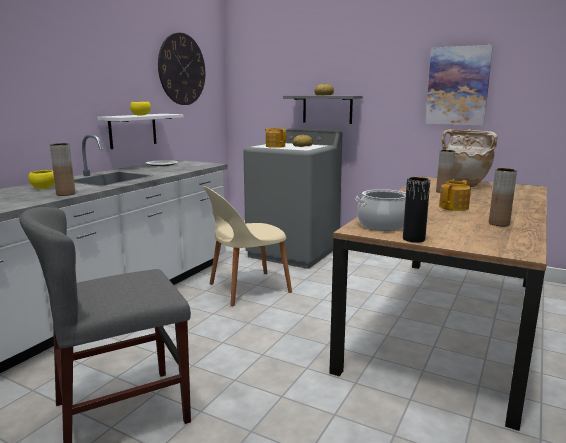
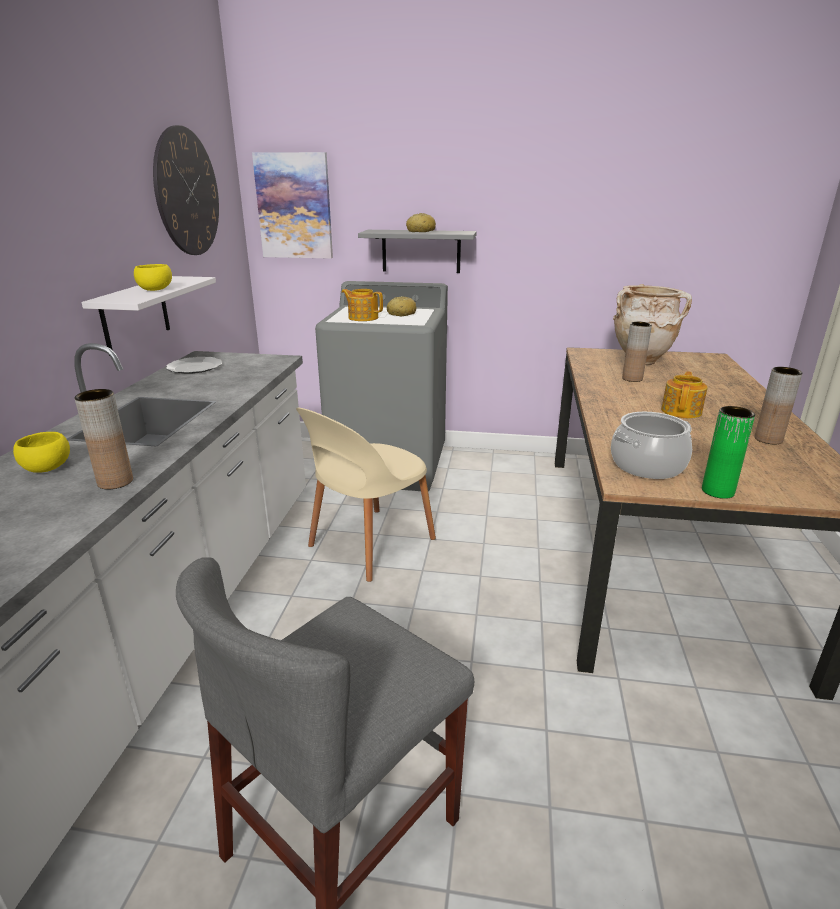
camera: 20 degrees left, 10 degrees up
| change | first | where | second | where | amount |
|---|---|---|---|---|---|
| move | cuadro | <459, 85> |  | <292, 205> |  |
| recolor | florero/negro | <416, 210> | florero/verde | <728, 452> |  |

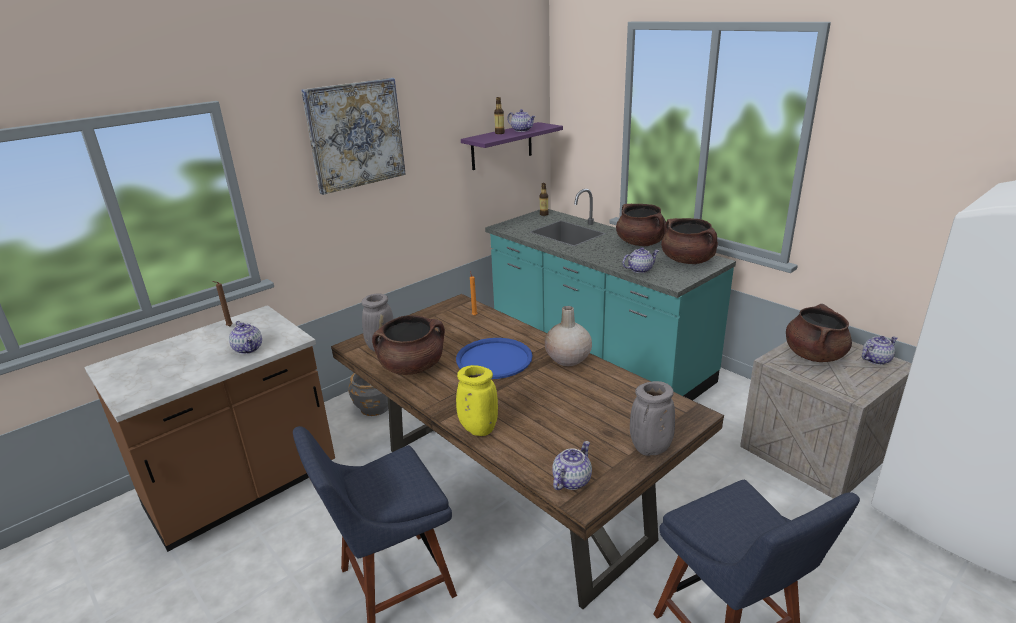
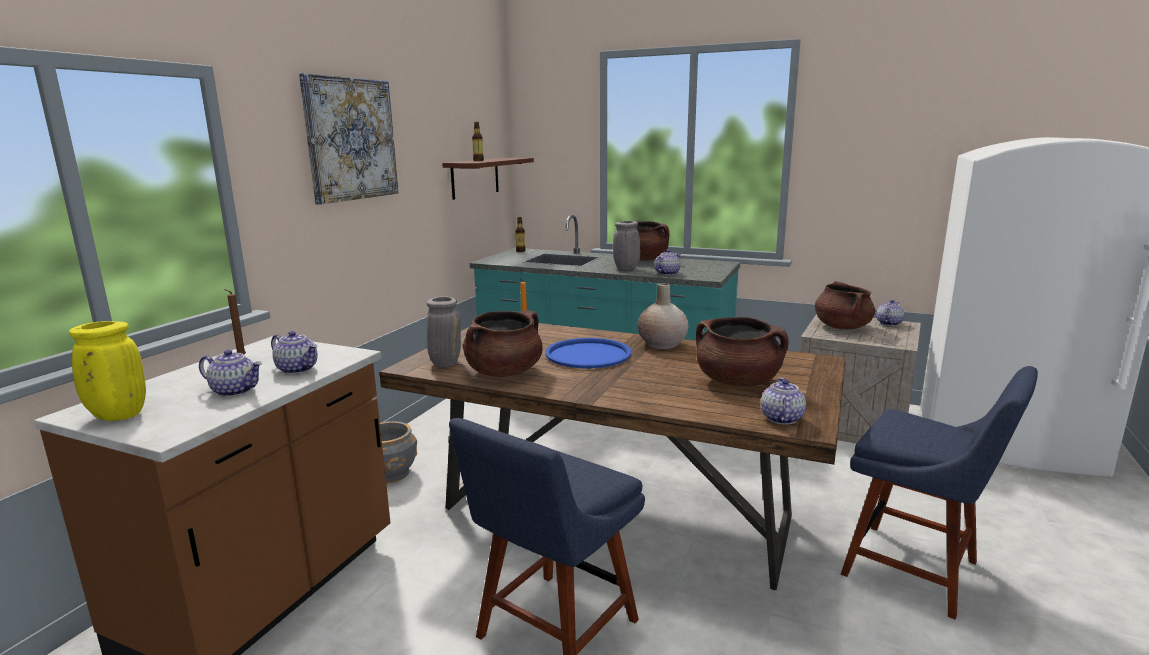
camera: 25 degrees left, 10 degrees down
| change | first | where | second | where | amount |
|---|---|---|---|---|---|
| move | florero/amarillo | <477, 400> |  | <107, 371> |  |
| move | tetera | <521, 120> |  | <230, 373> |  |
| recolor | estante/morado | <512, 146> | estante/marrón | <488, 179> |  |
| move | florero/gris | <652, 418> |  | <626, 245> |  |
| move | olla/marrón | <689, 241> |  | <742, 351> |  |

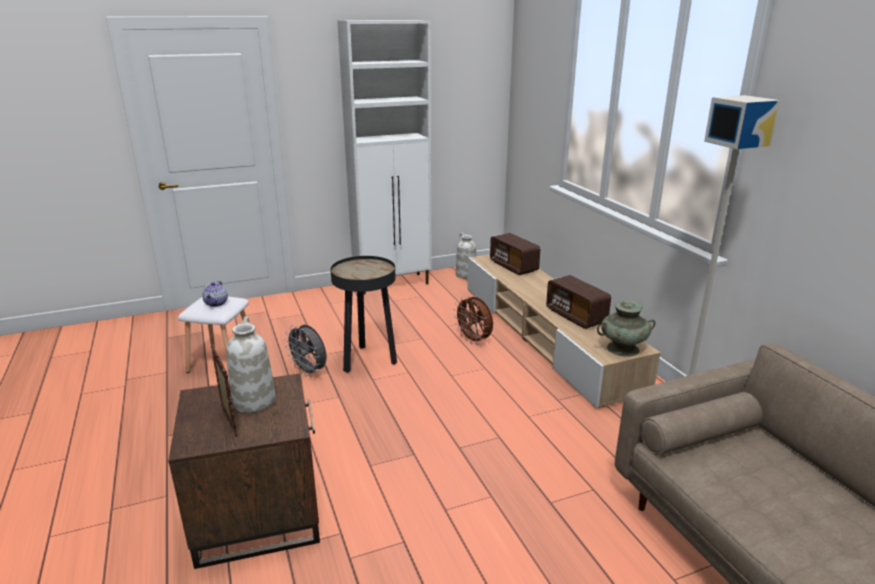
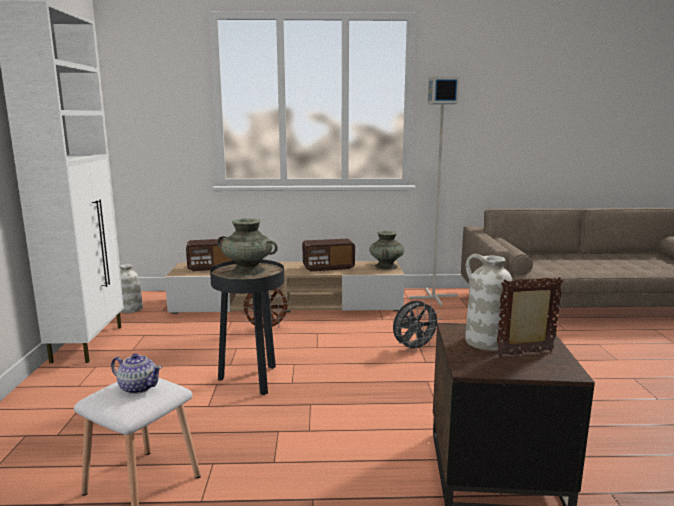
camera: 70 degrees left, 10 degrees down
| change | first | where | second | where | amount |
|---|---|---|---|---|---|
| insert |  |  | florero/turquesa | <247, 246> |  |
| move | ventilador/gris | <305, 351> |  | <417, 326> |  |

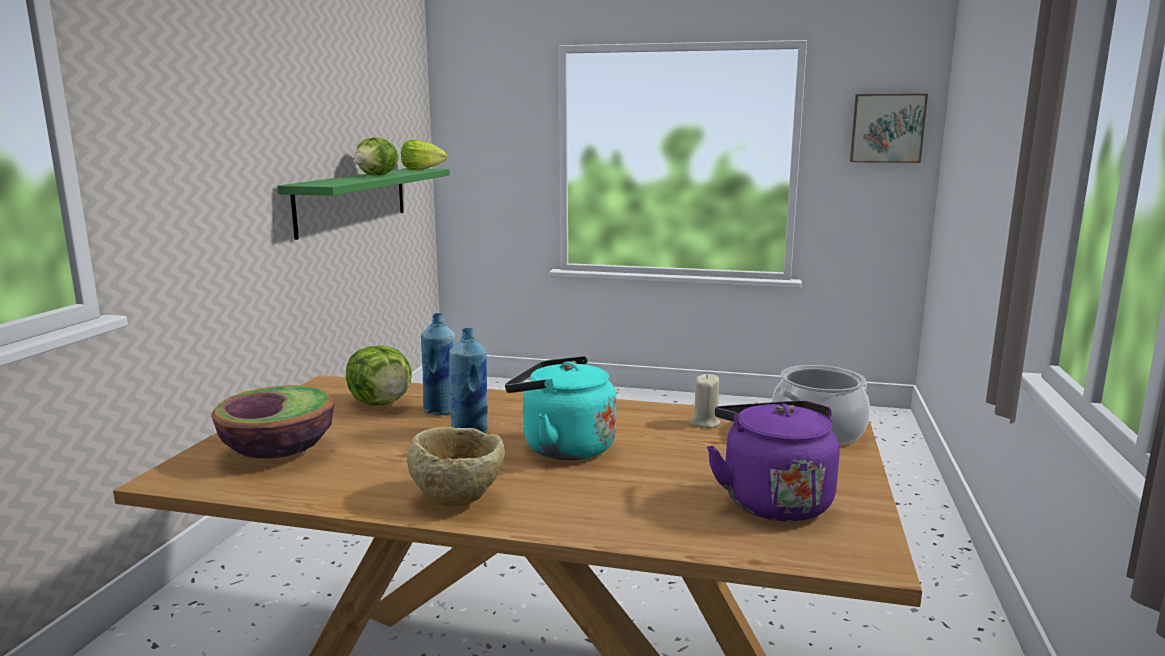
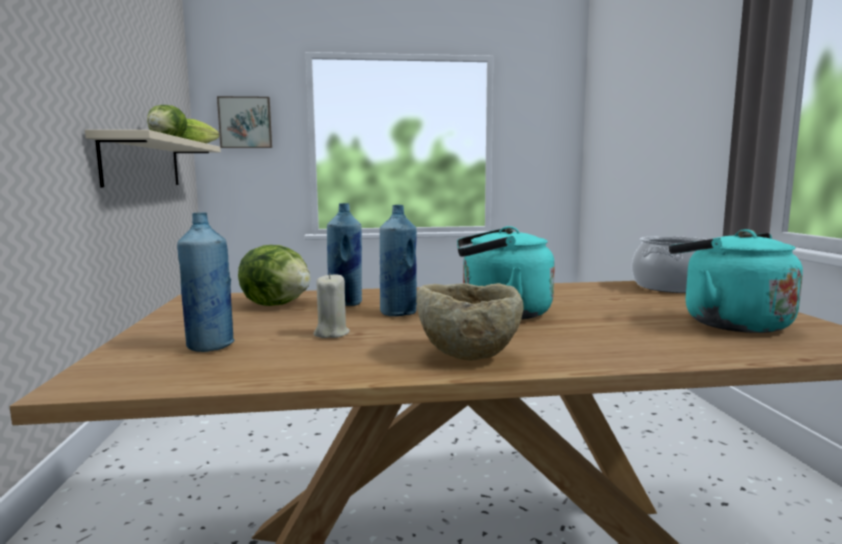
camera: 20 degrees left, 5 degrees down
| change | first | where | second | where | amount |
|---|---|---|---|---|---|
| recolor | estante/verde | <363, 204> | estante/beis | <153, 158> |  |
| replace | cuenco | <273, 422> | botella/azul | <206, 282> |  |
| move | cuadro | <889, 128> |  | <244, 122> |  |
| move | vela/beis | <705, 401> |  | <332, 305> |  |
| recolor | hervidor/morado | <773, 461> | hervidor/turquesa | <736, 281> |  |

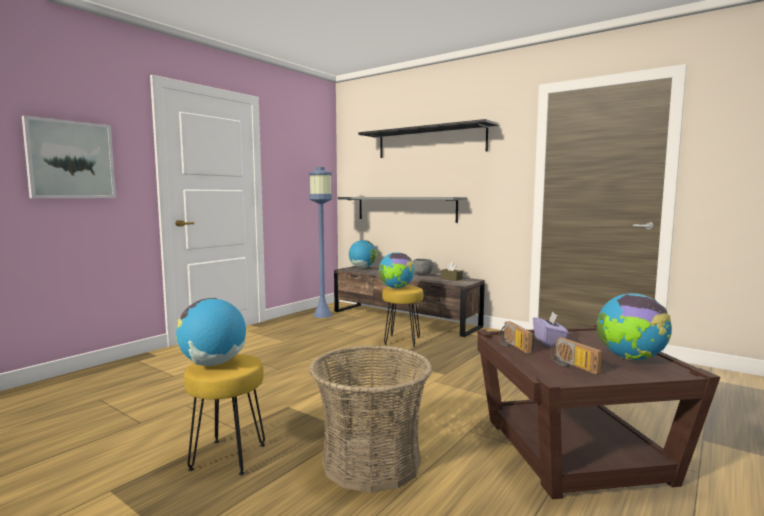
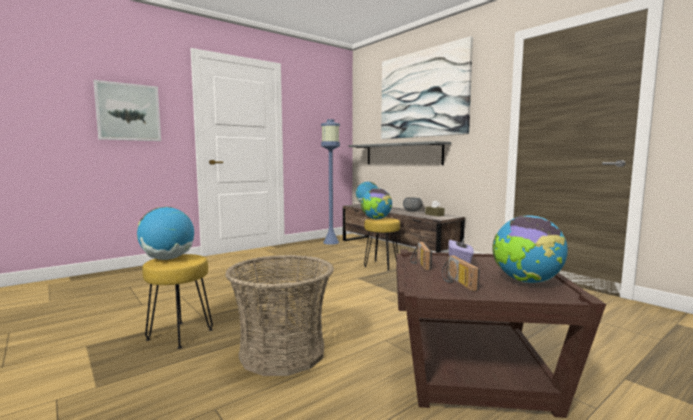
camera: 15 degrees right, 0 degrees up
| change | first | where | second | where | amount |
|---|---|---|---|---|---|
| replace | estante/negro | <428, 138> | cuadro | <427, 87> |  |

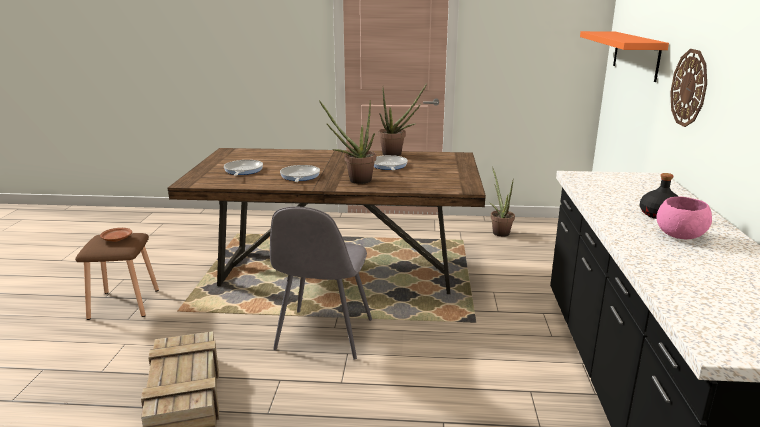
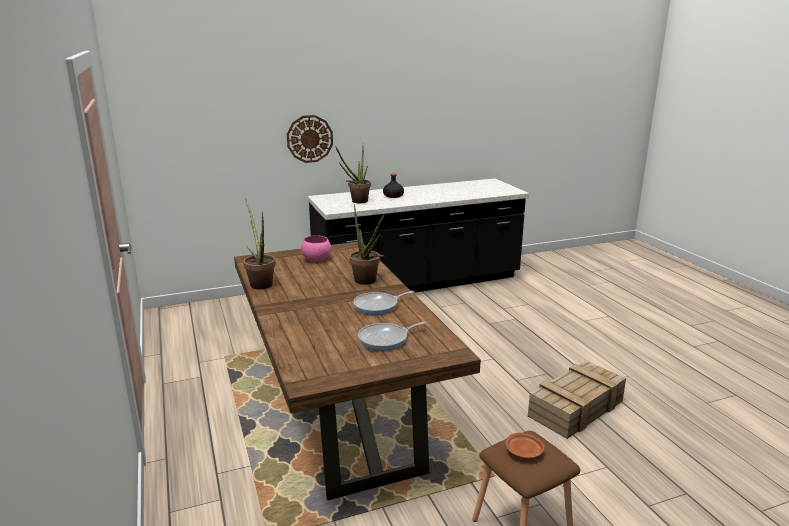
camera: 115 degrees left, 0 degrees up
| change | first | where | second | where | amount |
|---|---|---|---|---|---|
| move | cuenco/rosa | <684, 218> |  | <316, 248> |  |
| move | planta en maceta | <502, 202> |  | <353, 174> |  |
| delete | silla/gris | <321, 283> |  |  |  |
| delete | sartén | <391, 163> |  |  |  |
| delete | estante/naranja | <624, 56> |  |  |  |

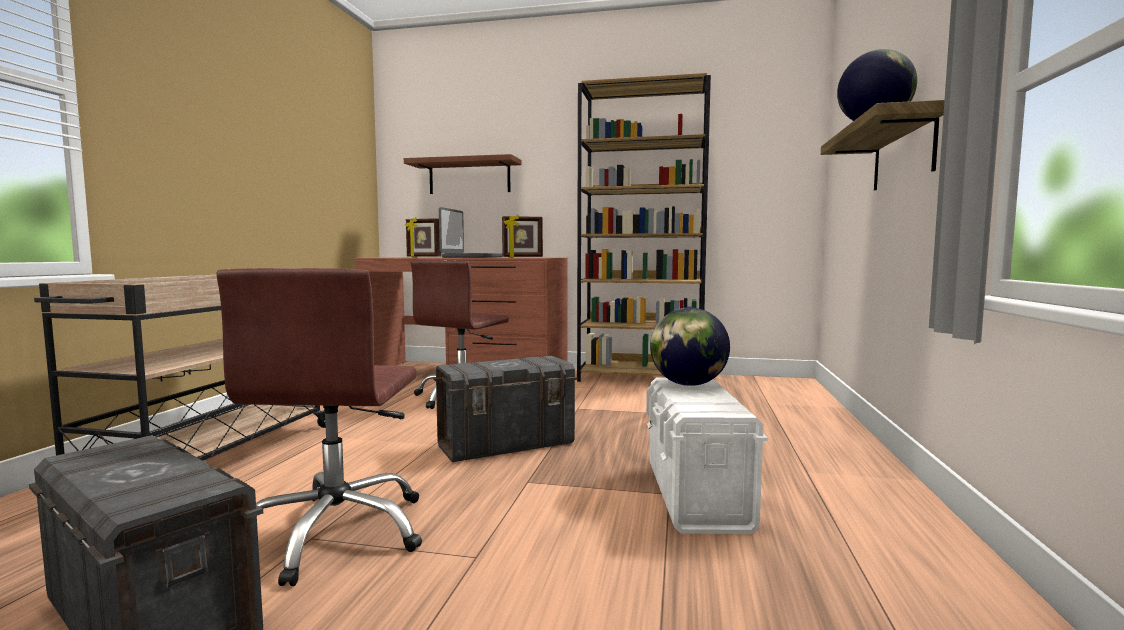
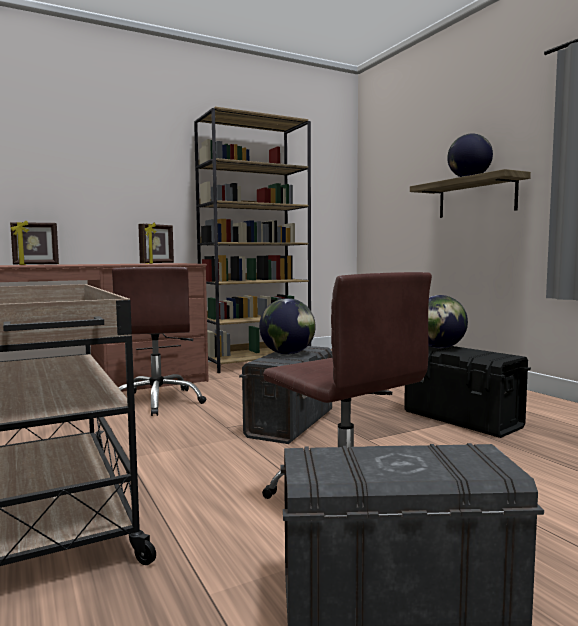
camera: 40 degrees left, 0 degrees up
| change | first | where | second | where | amount |
|---|---|---|---|---|---|
| insert |  |  | globo terráqueo | <287, 326> |  |
| recolor | caja de almacenaje/blanco | <707, 455> | caja de almacenaje/negro | <467, 392> |  |
| delete | estante/marrón | <462, 174> |  |  |  |
| delete | portátil | <471, 232> |  |  |  |

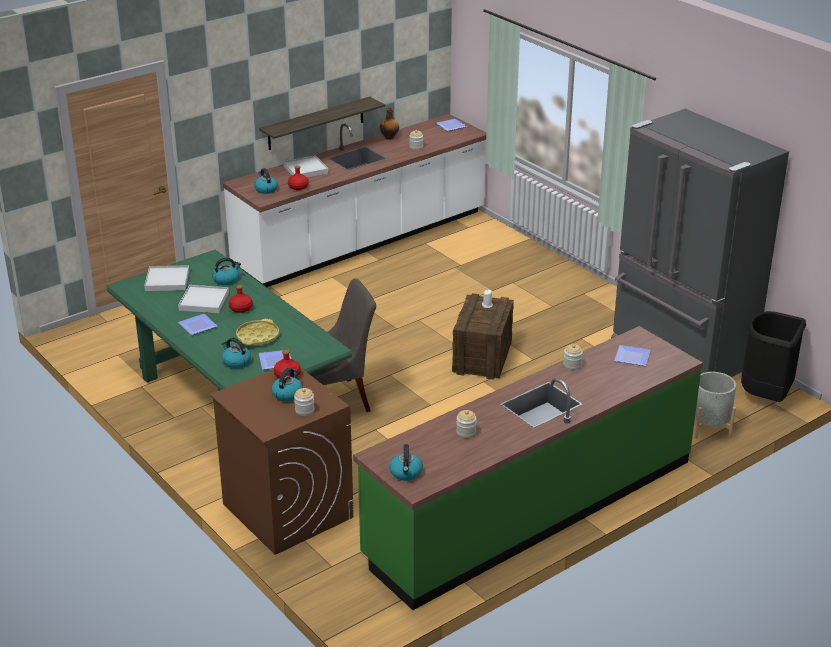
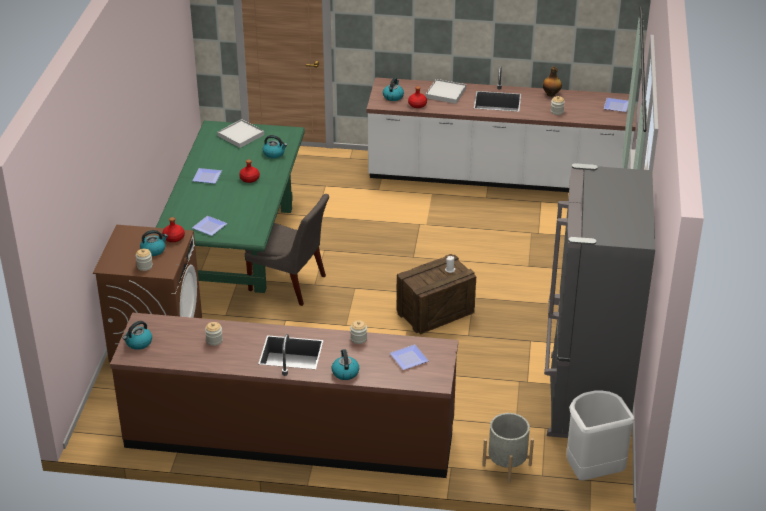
camera: 45 degrees right, 5 degrees up
| change | first | where | second | where | amount |
|---|---|---|---|---|---|
| recolor | mueble bajo de cocina/verde | <528, 468> | mueble bajo de cocina/marrón | <284, 395> |  |
| move | hervidor | <236, 353> |  | <345, 364> |  |
| recolor | papelera/negro | <773, 356> | papelera/blanco | <600, 435> |  |
| delete | bandeja/blanco | <203, 299> |  |  |  |
| delete | bandeja/amarillo | <257, 332> |  |  |  |
| delete | estante | <322, 123> |  |  |  |

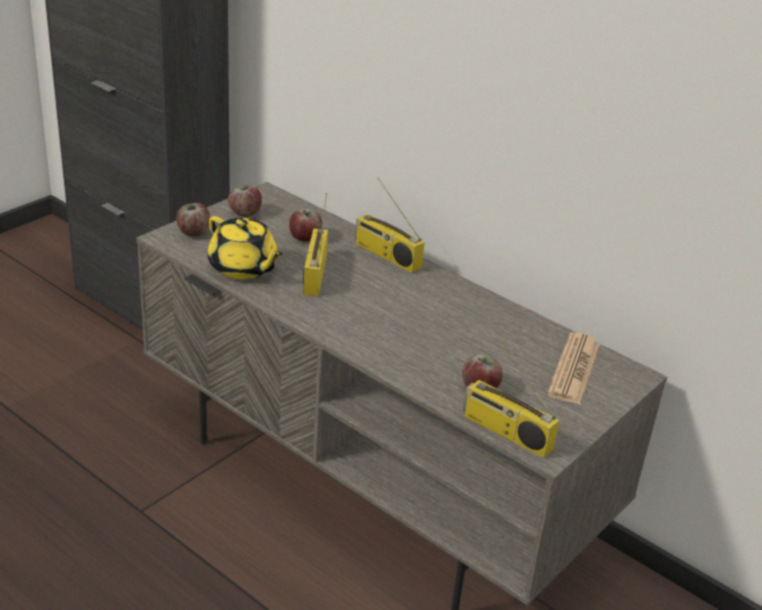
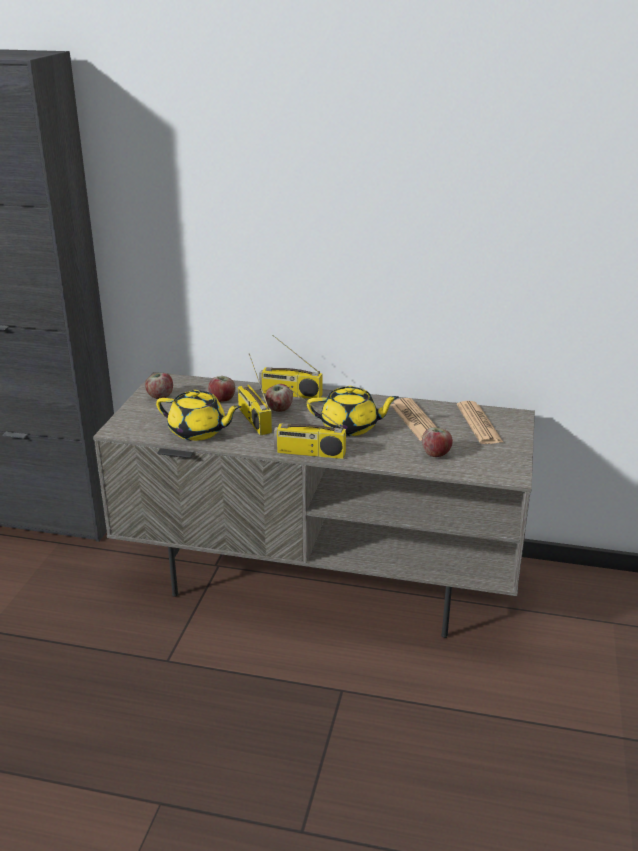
camera: 25 degrees left, 5 degrees down
| change | first | where | second | where | amount |
|---|---|---|---|---|---|
| move | manzana | <193, 220> |  | <279, 398> |  |
| move | radio | <511, 399> |  | <310, 423> |  |
| insert |  |  | tetera/amarillo | <353, 411> |  |
| insert |  |  | periódico | <413, 419> |  |

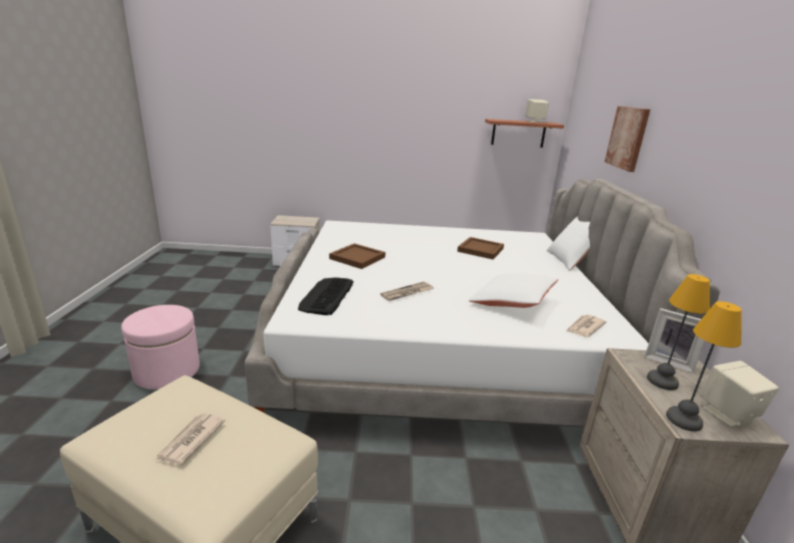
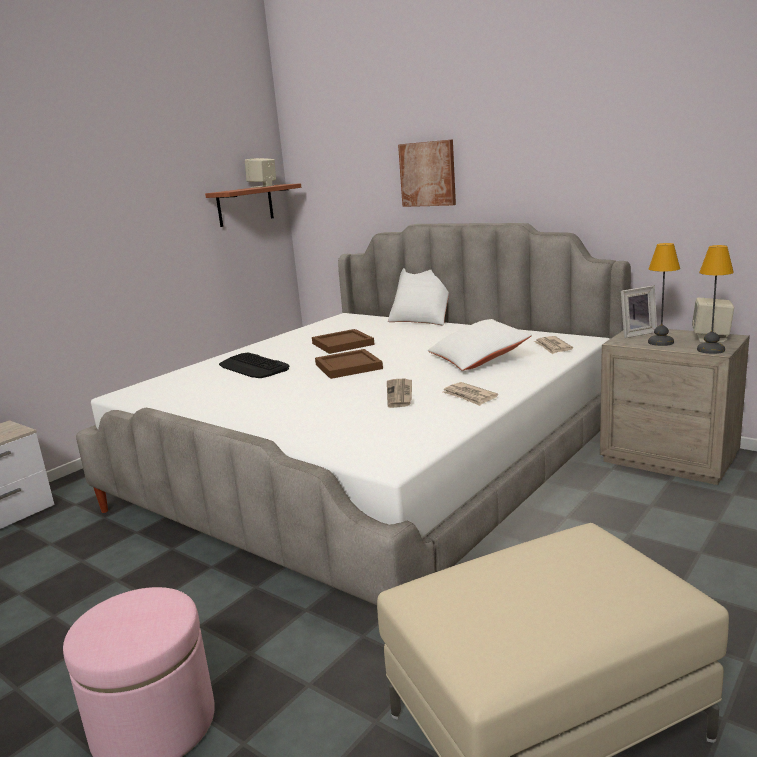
camera: 50 degrees left, 5 degrees down
| change | first | where | second | where | amount |
|---|---|---|---|---|---|
| move | teclado | <325, 296> |  | <254, 365> |  |
| move | bandeja/marrón | <357, 256> |  | <349, 364> |  |
| move | periódico | <191, 439> |  | <470, 394> |  |

